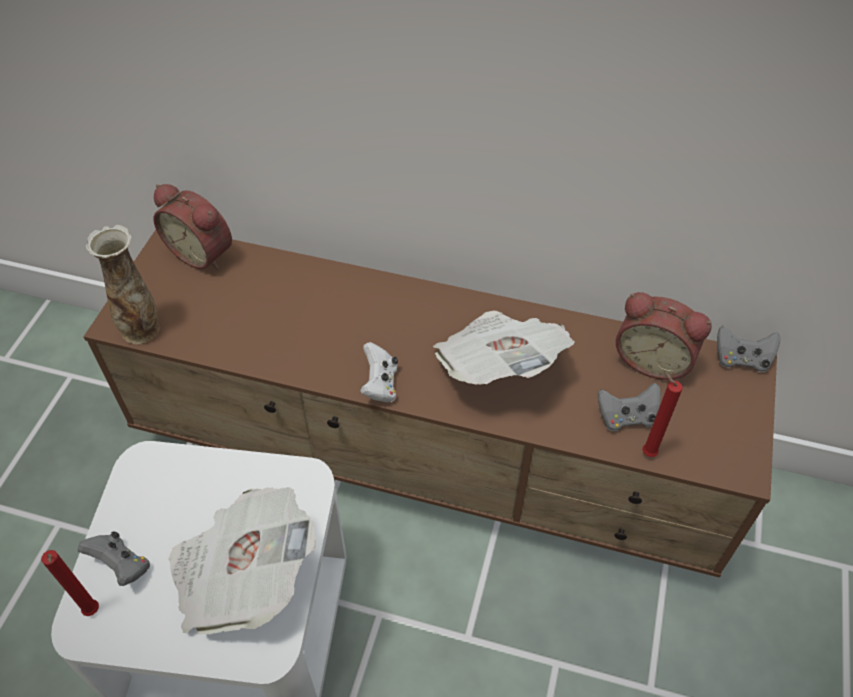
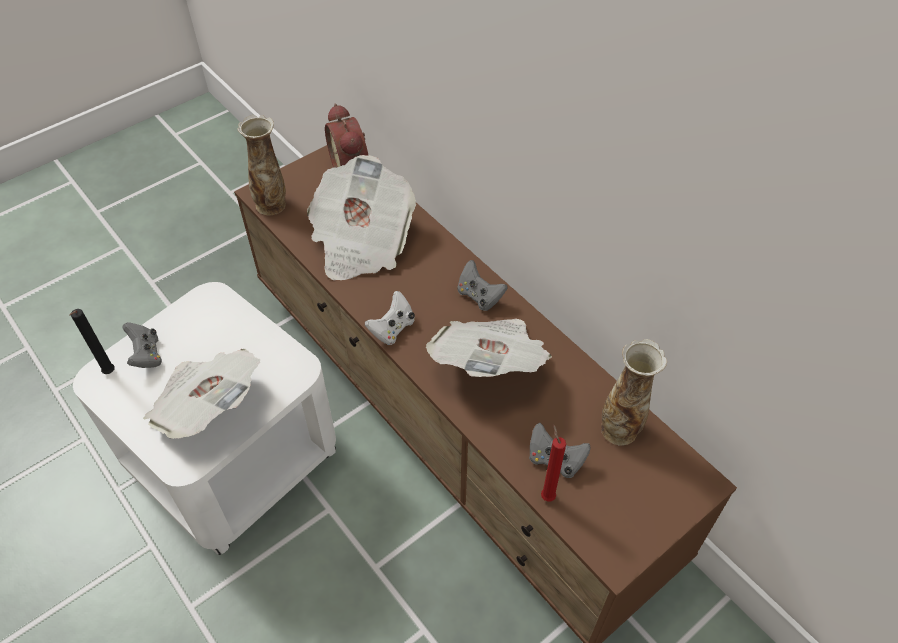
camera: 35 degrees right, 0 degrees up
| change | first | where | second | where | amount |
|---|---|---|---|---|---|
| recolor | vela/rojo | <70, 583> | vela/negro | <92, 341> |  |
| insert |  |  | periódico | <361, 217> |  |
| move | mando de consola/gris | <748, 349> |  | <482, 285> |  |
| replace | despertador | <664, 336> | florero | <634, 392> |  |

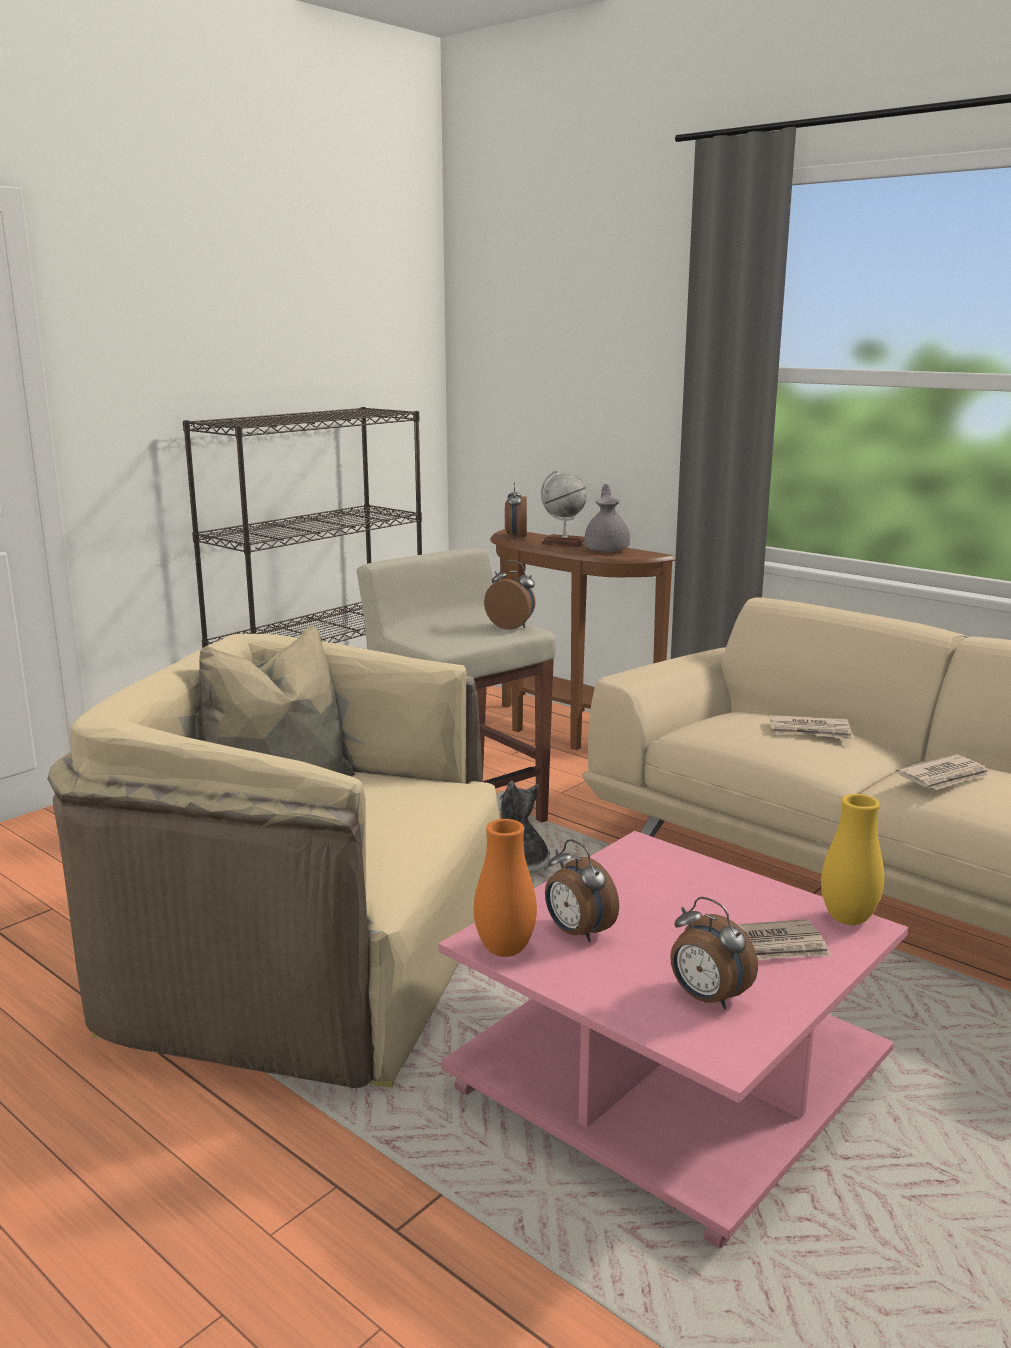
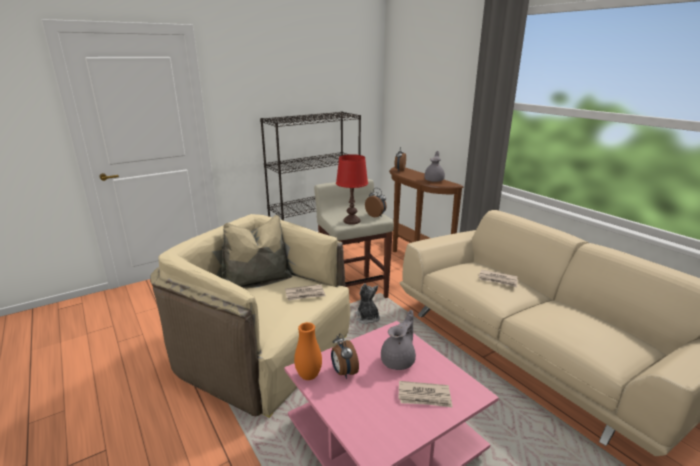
camera: 15 degrees right, 5 degrees up
| change | first | where | second | where | amount |
|---|---|---|---|---|---|
| move | periódico | <942, 772> |  | <305, 292> |  |
| insert |  |  | lámpara de mesa/rojo | <352, 189> |  |
| insert |  |  | tetera/gris | <398, 340> |  |
| delete | globo terráqueo | <564, 508> |  |  |  |
| delete | despertador | <714, 953> |  |  |  |
| delete | florero/amarillo | <852, 859> |  |  |  |

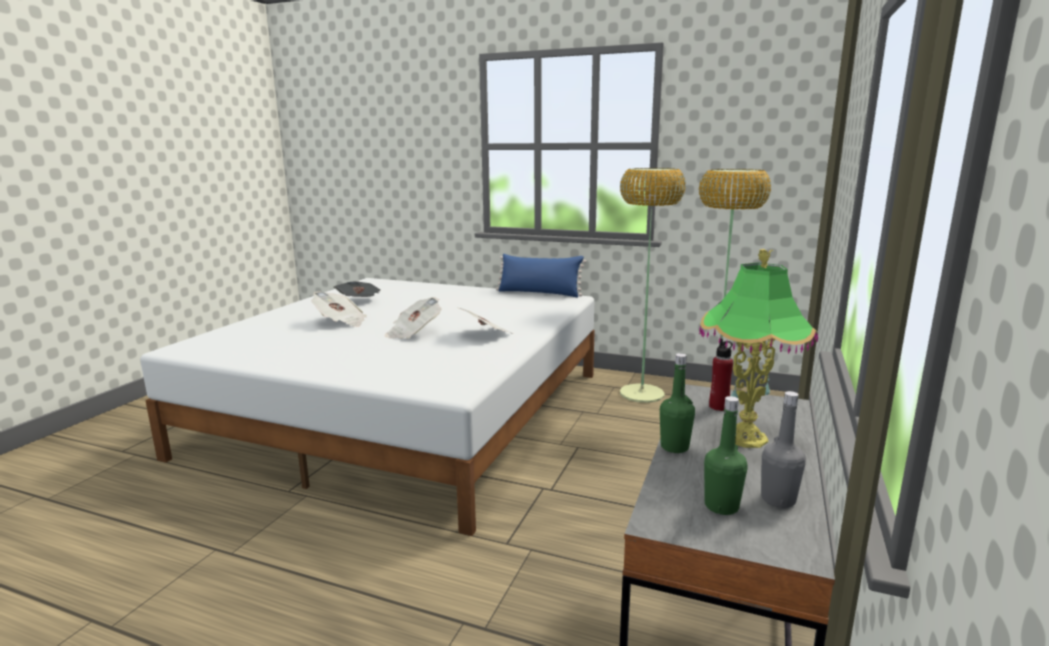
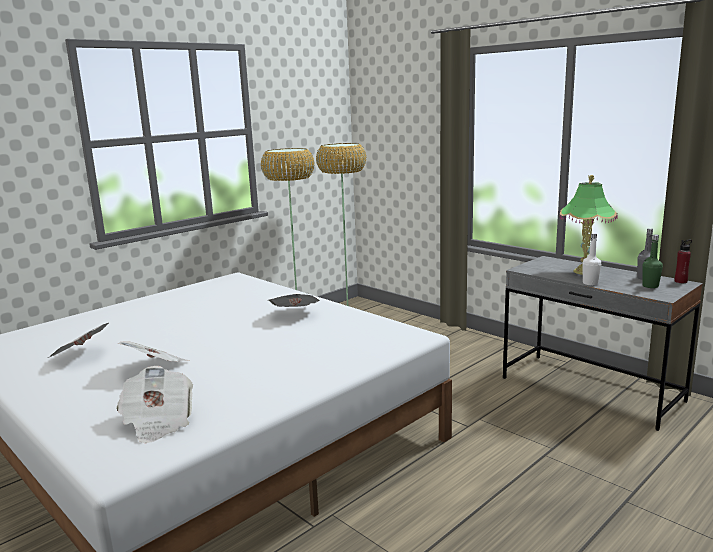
camera: 65 degrees left, 0 degrees up
| change | first | where | second | where | amount |
|---|---|---|---|---|---|
| move | periódico | <413, 318> |  | <154, 404> |  |
| recolor | botella/verde | <677, 403> | botella/blanco | <591, 259> |  |
| move | botella/rojo | <721, 374> |  | <683, 261> |  |
| delete | cojín/azul | <541, 275> |  |  |  |

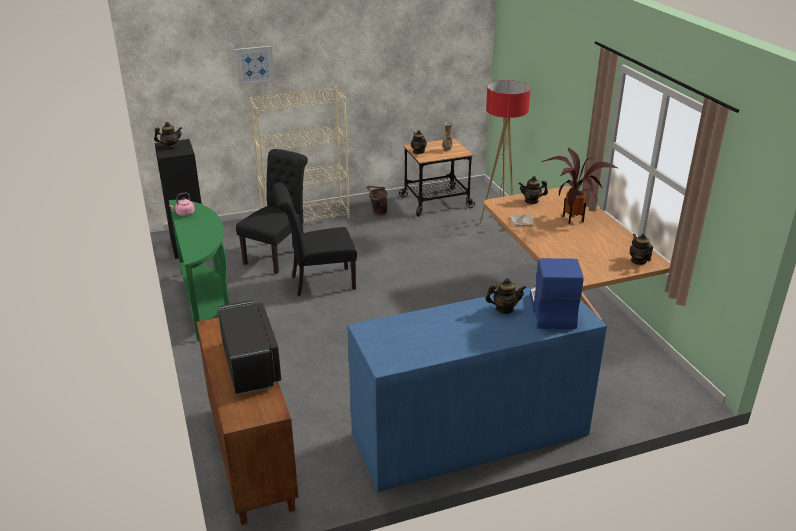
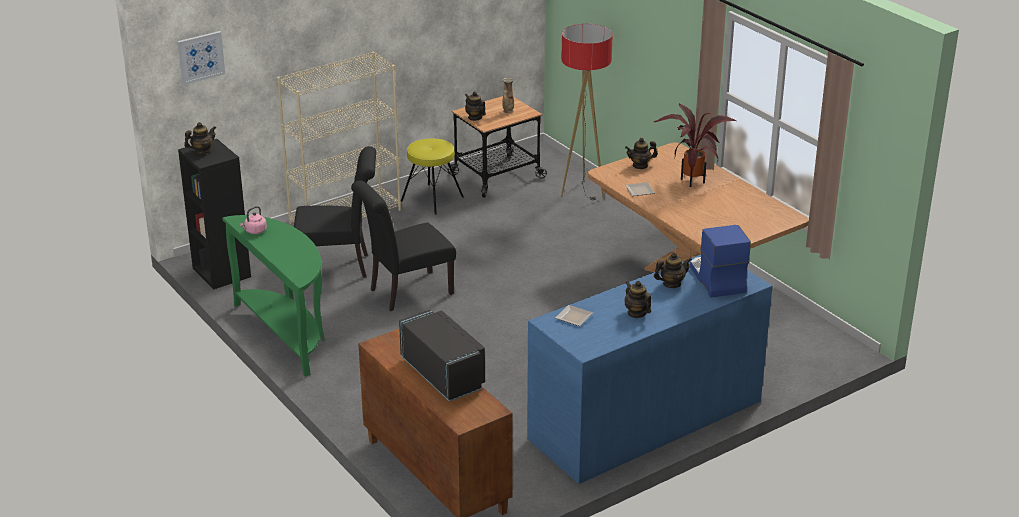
camera: 15 degrees left, 0 degrees up
| change | first | where | second | where | amount |
|---|---|---|---|---|---|
| move | cuadro | <255, 65> |  | <201, 58> |  |
| rotate | silla/negro | <272, 211> |  | <335, 212> | 75 degrees clockwise |
| replace | cubo/marrón | <377, 201> | taburete/amarillo | <432, 176> |  |
| insert |  |  | plato | <574, 315> |  |
| move | tetera | <641, 249> |  | <638, 299> |  |

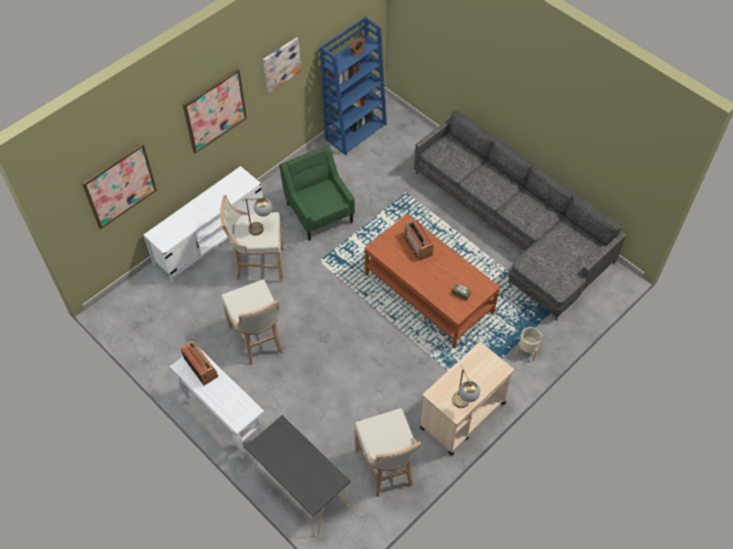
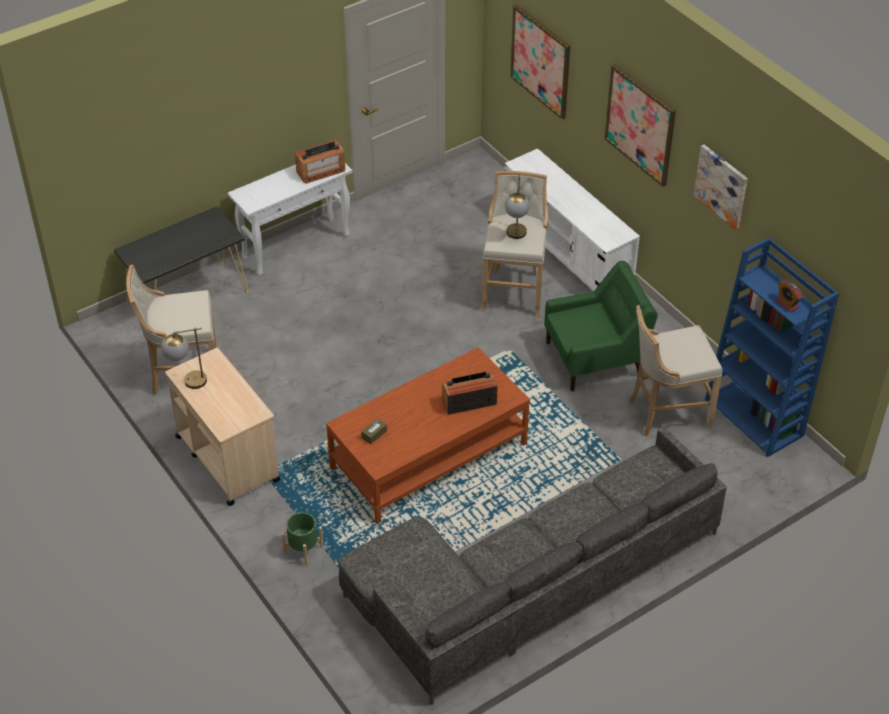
camera: 100 degrees right, 10 degrees down
| change | first | where | second | where | amount |
|---|---|---|---|---|---|
| recolor | maceta/beis | <529, 344> | maceta/verde | <303, 539> |  |
| move | taburete/beis | <252, 322> |  | <675, 371> |  |

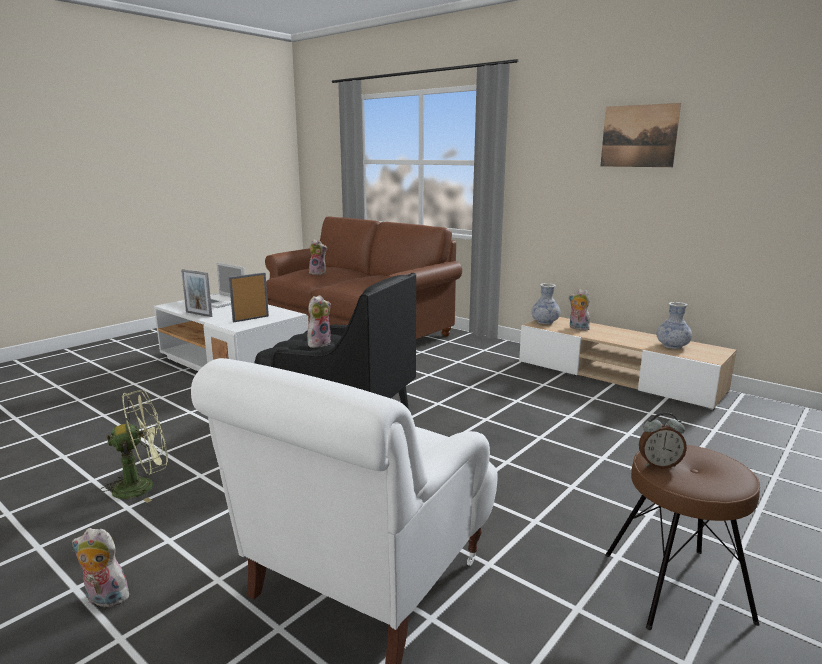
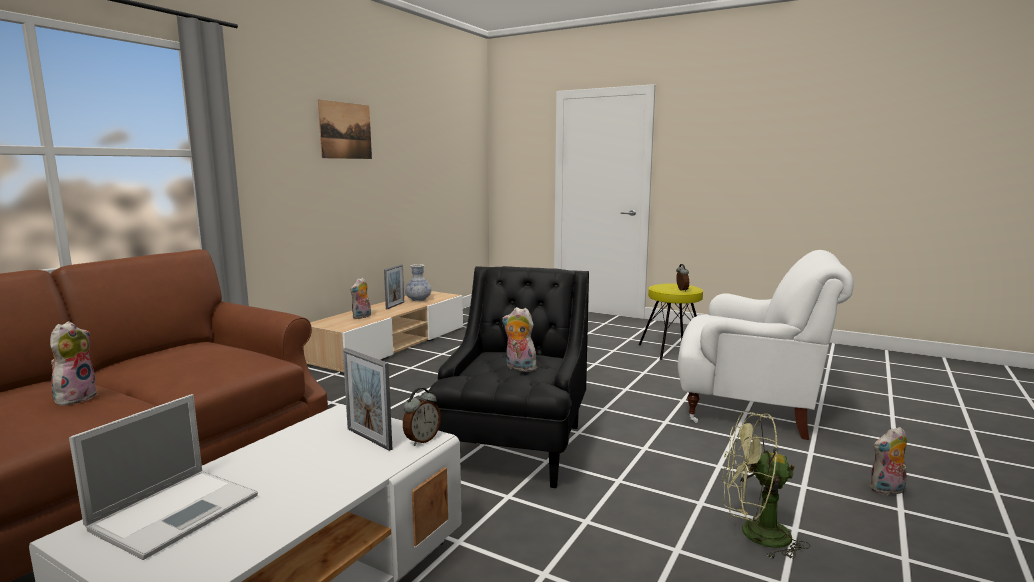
camera: 100 degrees left, 5 degrees down
| change | first | where | second | where | amount |
|---|---|---|---|---|---|
| move | portarretratos | <196, 293> |  | <394, 286> |  |
| insert |  |  | despertador | <422, 417> |  |
| recolor | taburete/marrón | <682, 537> | taburete/amarillo | <671, 322> |  |
| rotate | ventilador/verde | <133, 446> |  | <765, 485> | 45 degrees counterclockwise |
| rotate | peluche | <100, 568> |  | <888, 461> | 75 degrees clockwise |
| delete | florero | <545, 303> |  |  |  |

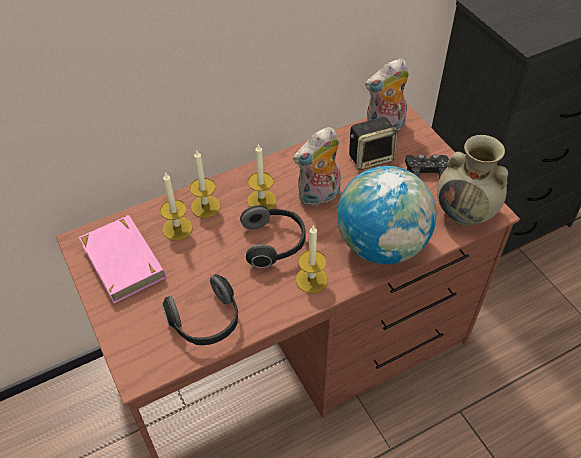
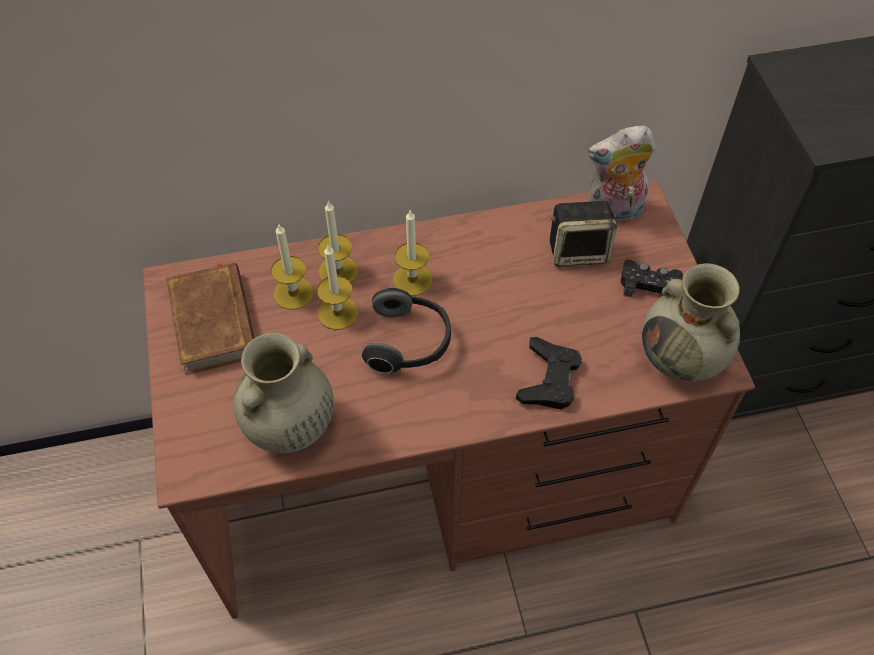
camera: 15 degrees right, 5 degrees up
| change | first | where | second | where | amount |
|---|---|---|---|---|---|
| recolor | libro/rosa | <122, 259> | libro/marrón | <210, 319> |  |
| replace | auriculares | <200, 309> | florero/beis | <283, 393> |  |
| move | vela | <312, 259> |  | <337, 287> |  |
| replace | globo terráqueo | <387, 215> | mando de consola/negro | <549, 373> |  |
| delete | peluche | <317, 167> |  |  |  |

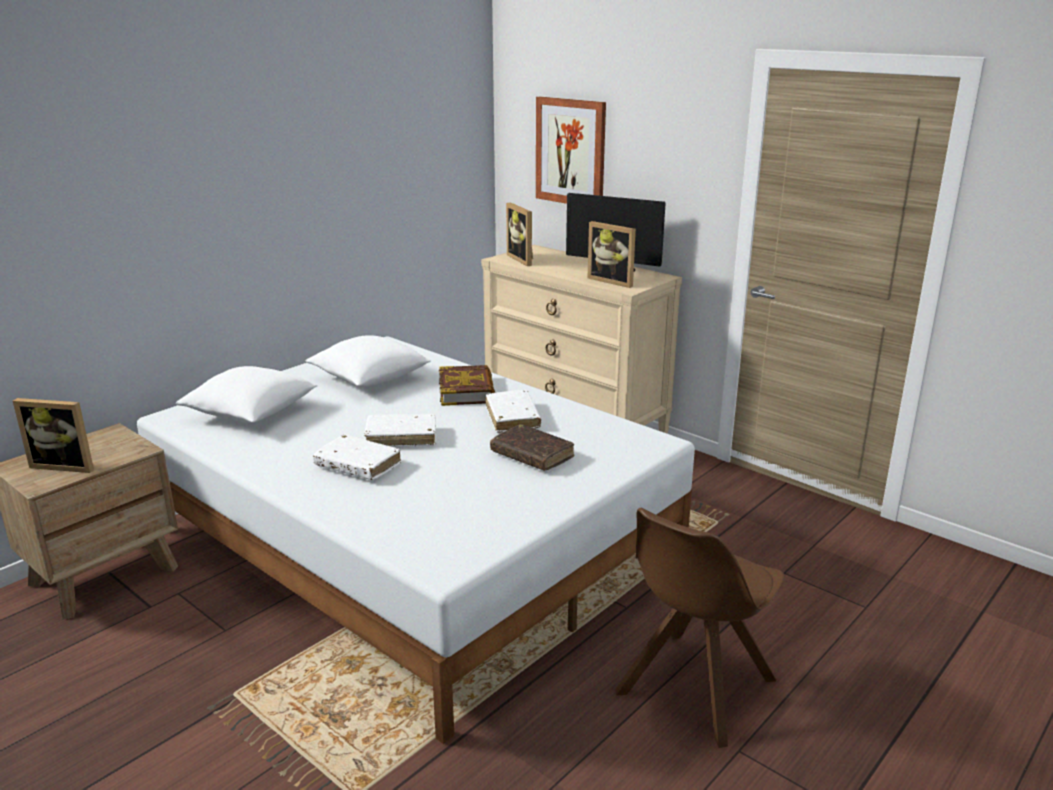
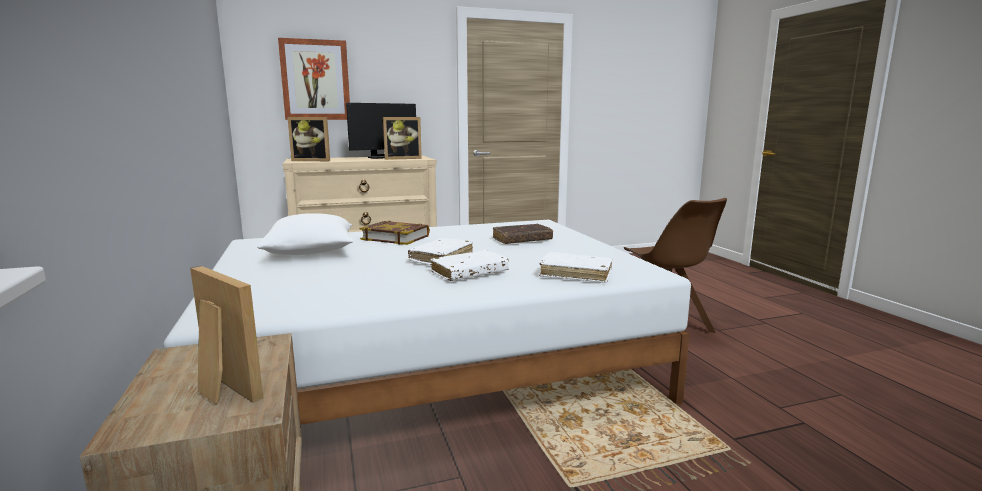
camera: 60 degrees left, 10 degrees down
| change | first | where | second | where | amount |
|---|---|---|---|---|---|
| rotate | portarretratos | <53, 435> |  | <226, 335> | 90 degrees counterclockwise |
| move | libro/blanco | <513, 411> |  | <575, 267> |  |
| delete | cojín/blanco | <246, 394> |  |  |  |

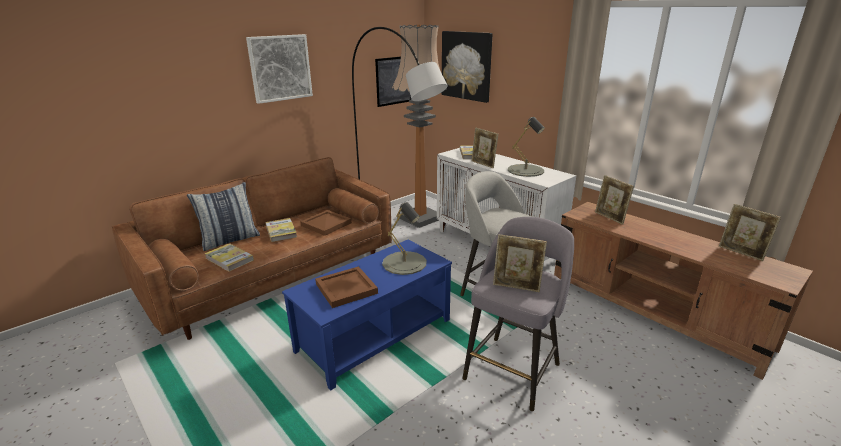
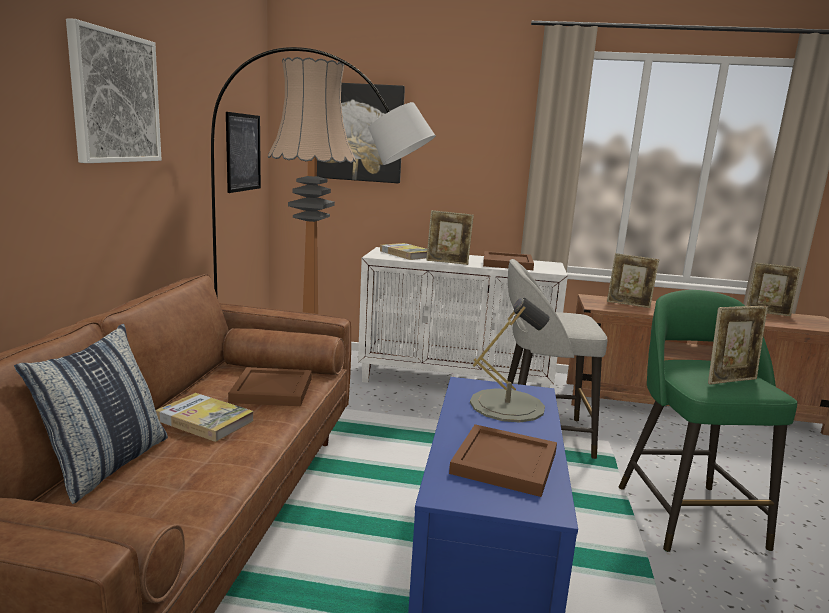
camera: 40 degrees left, 10 degrees down
| change | first | where | second | where | amount |
|---|---|---|---|---|---|
| replace | lámpara de mesa/gris | <526, 147> | bandeja/marrón | <508, 260> |  |
| recolor | taburete/gris | <518, 314> | taburete/verde | <708, 421> |  |
| delete | libro | <229, 257> |  |  |  |

